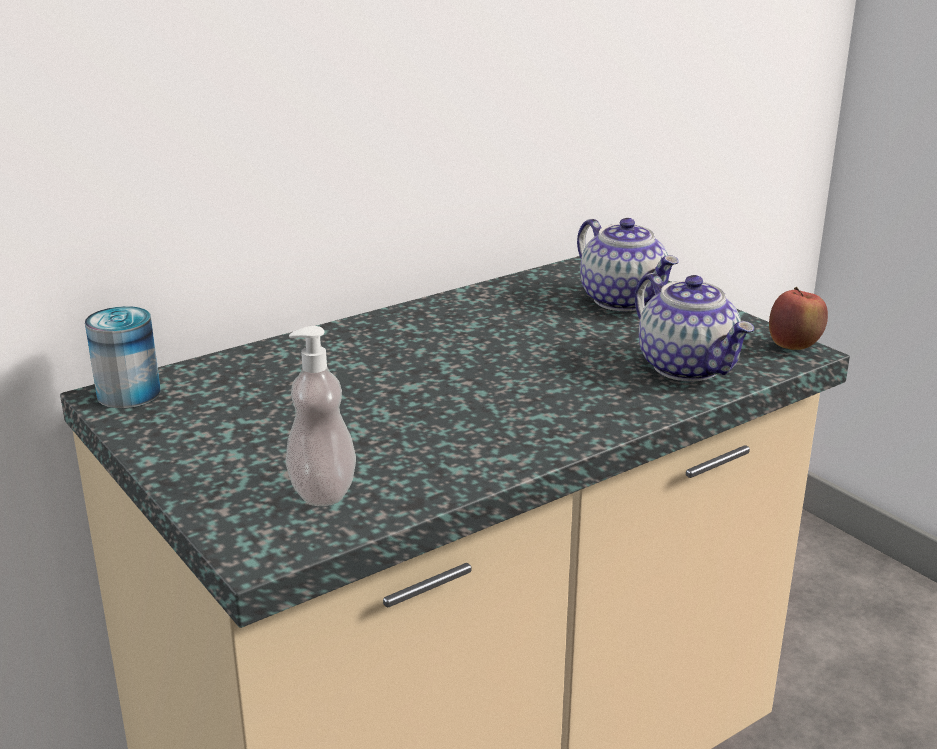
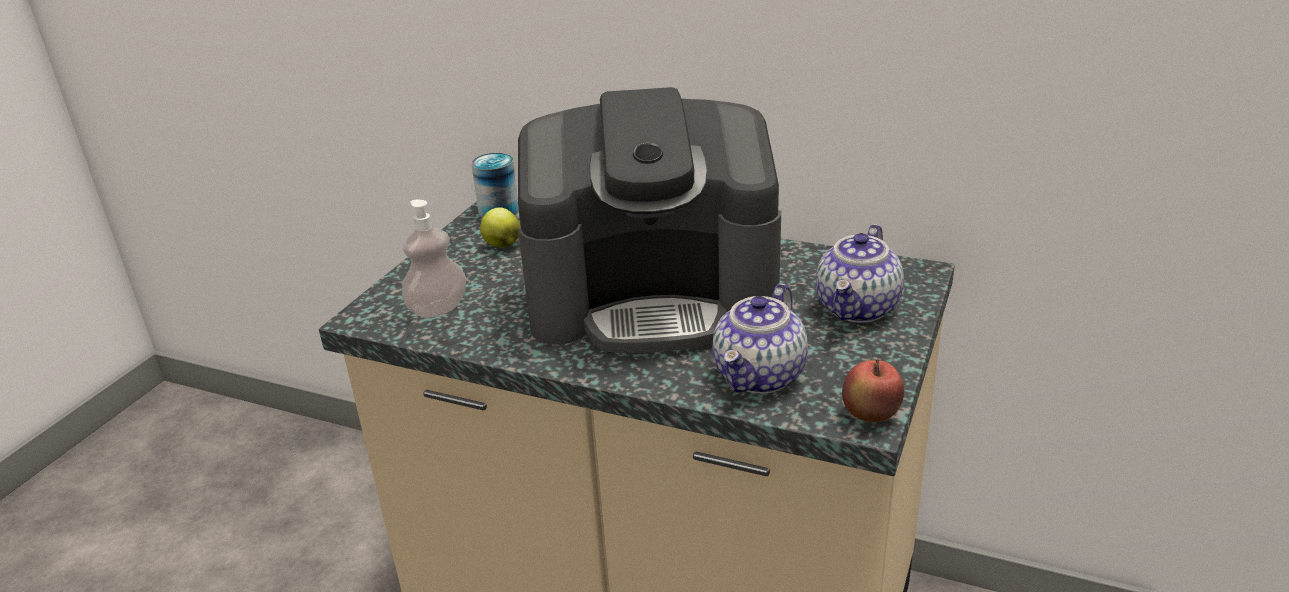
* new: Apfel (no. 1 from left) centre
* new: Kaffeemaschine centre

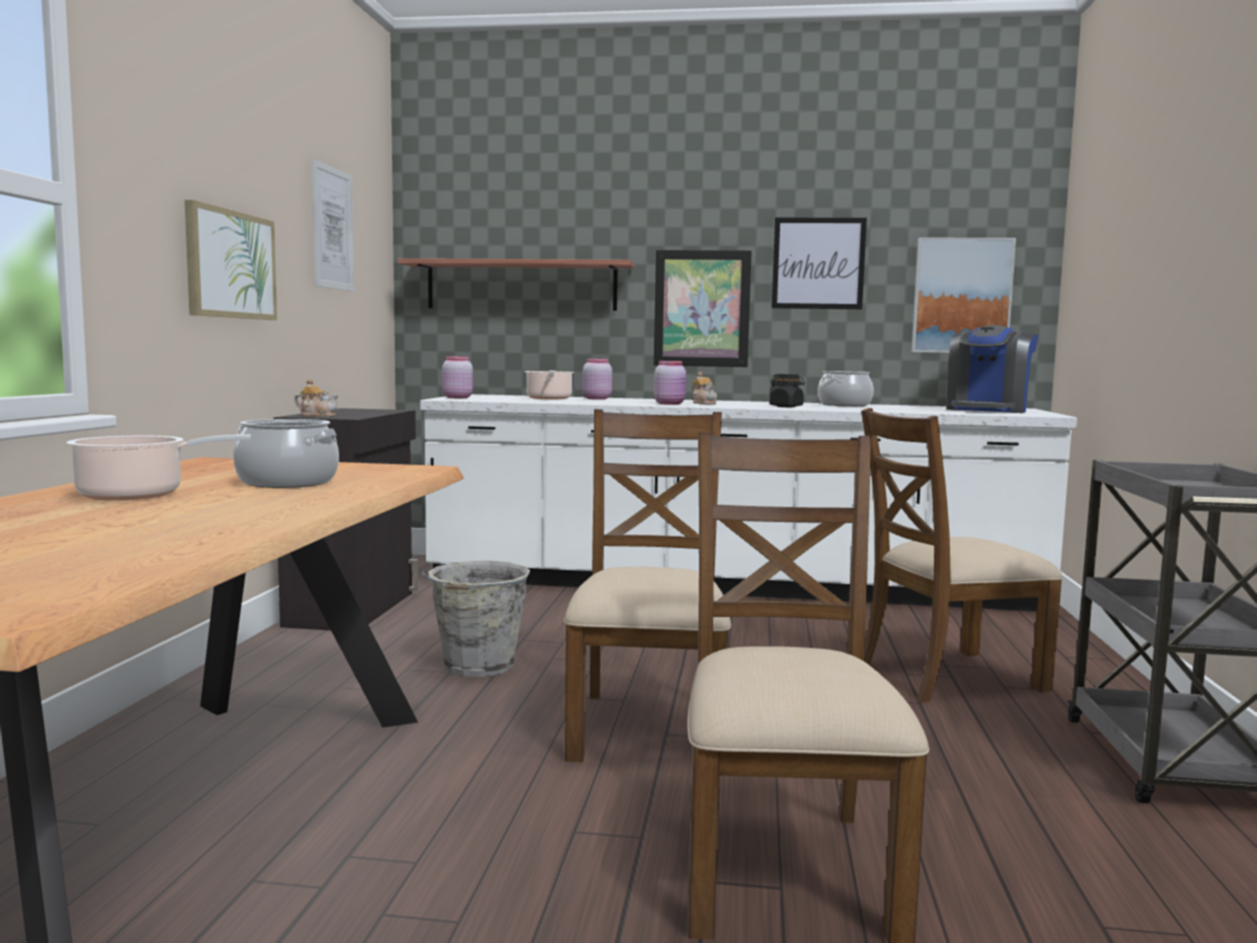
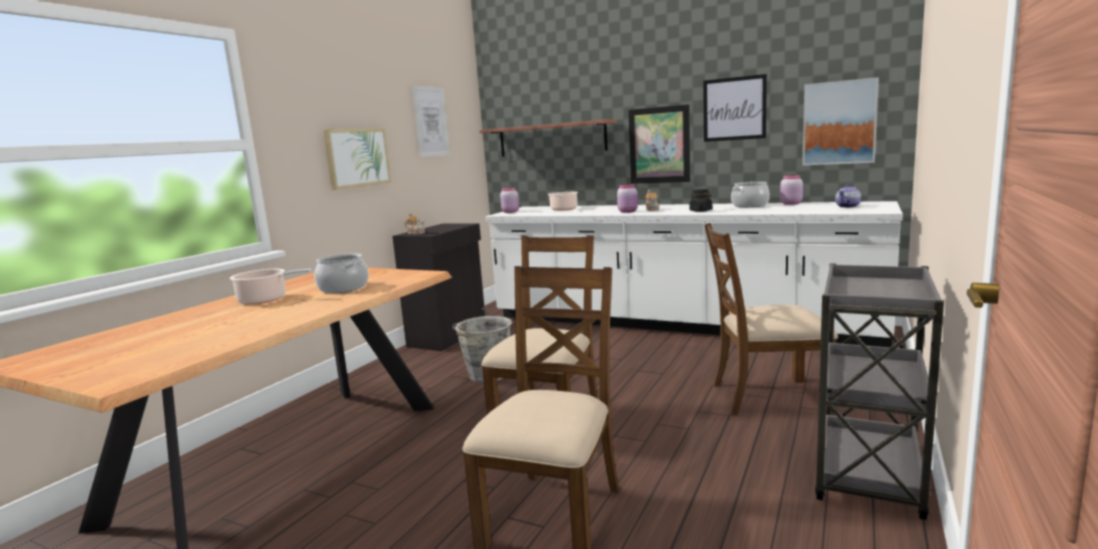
* shifted: Vorratsglas [rosa] (no. 2 from left in the first image) centre to Vorratsglas [rosa] (no. 3 from left) middle right
* swapped: Kaffeemaschine middle right to Teekanne (no. 3 from left) middle right

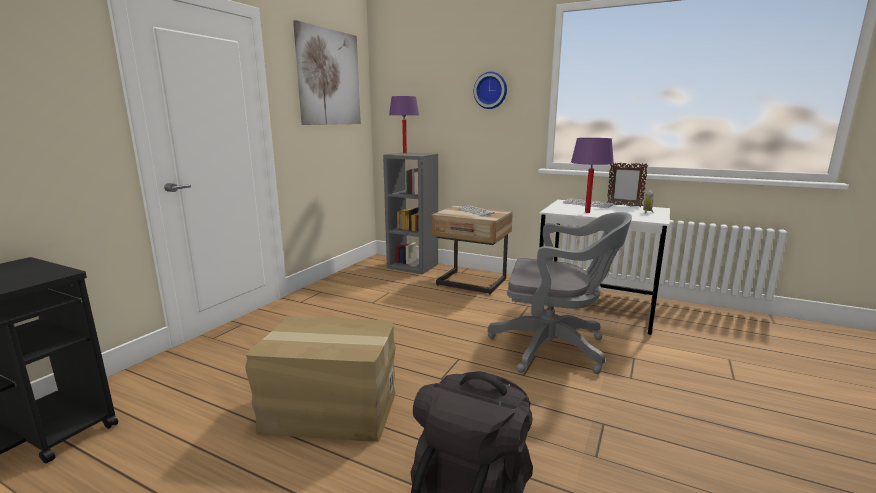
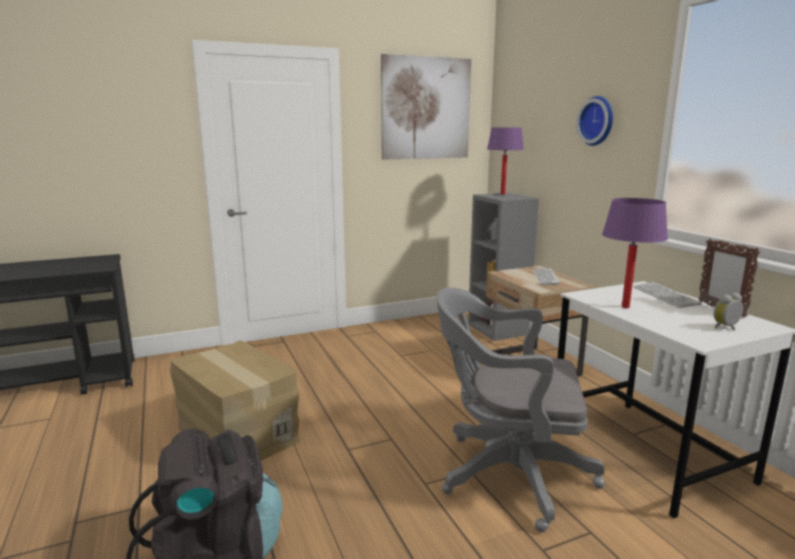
* rotated: Bürostuhl [grau] centre = bottom centre 135 degrees clockwise

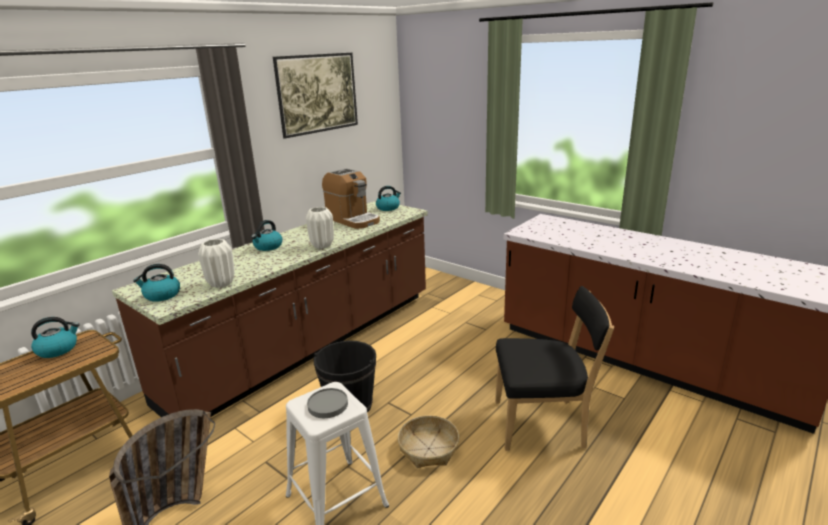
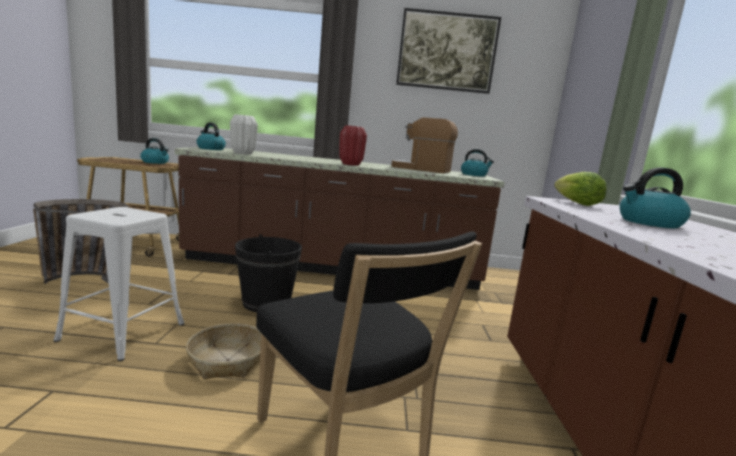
* shifted: Wasserkessel (no. 3 from left in the first image) middle left to Wasserkessel (no. 4 from left) middle right
* repainted: Vase [weiß] (no. 2 from left) centre to Vase [rot] top centre
* gone: Teller [grau] bottom centre
* rotated: Kaffeemaschine centre = top centre 105 degrees clockwise
* new: Salatkopf middle right

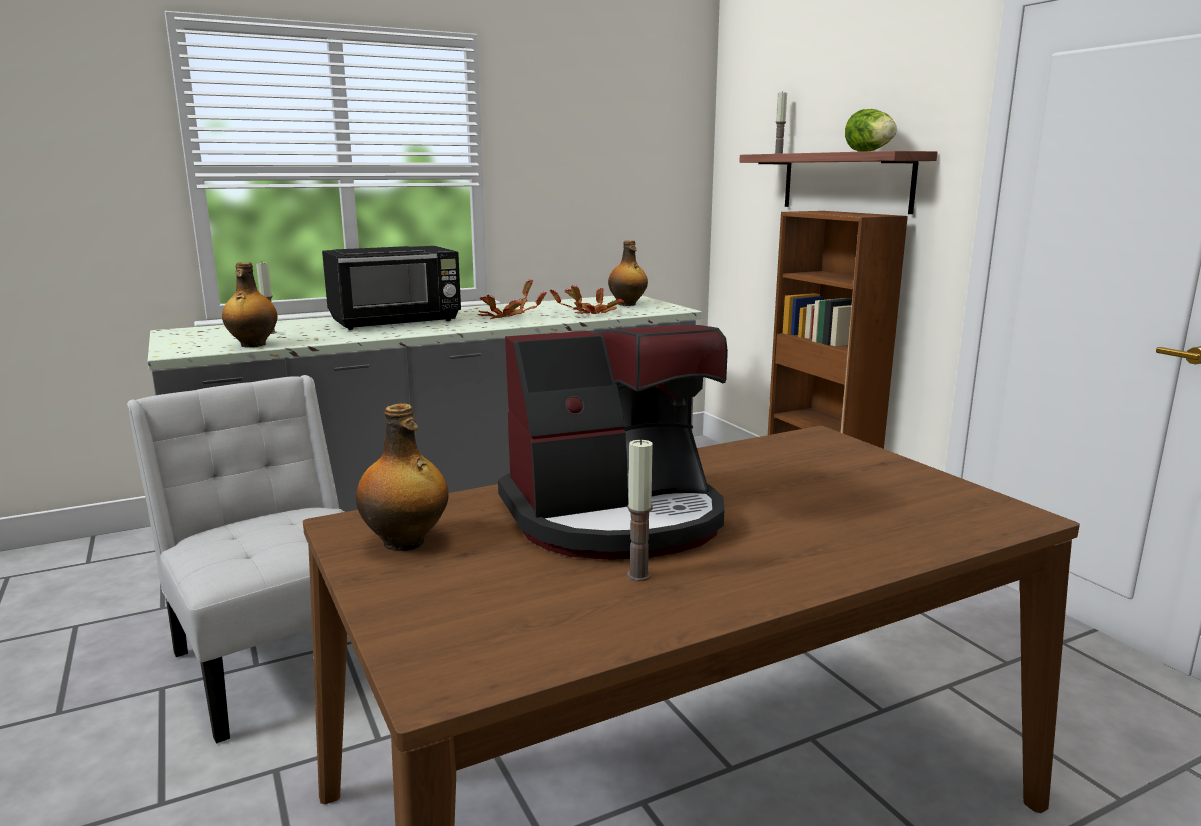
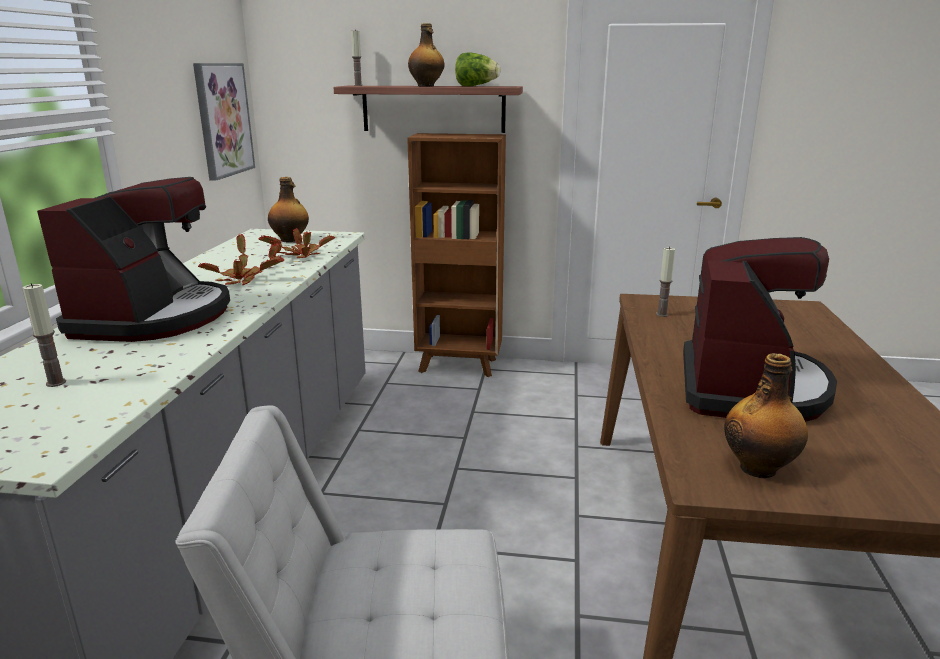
* shifted: Flasche (no. 1 from left in the first image) middle left to Flasche (no. 2 from left) top centre
* swapped: Mikrowelle [schwarz] middle left to Kaffeemaschine (no. 1 from left) middle left
* shifted: Kerze (no. 2 from left in the first image) centre to Kerze (no. 3 from left) middle right
* new: Bild top left

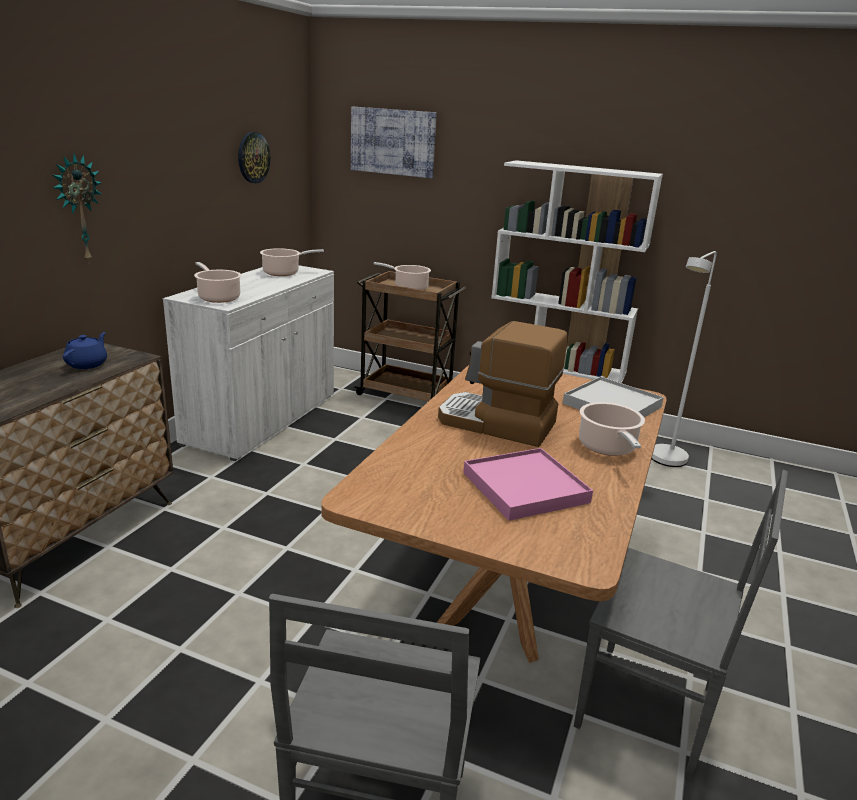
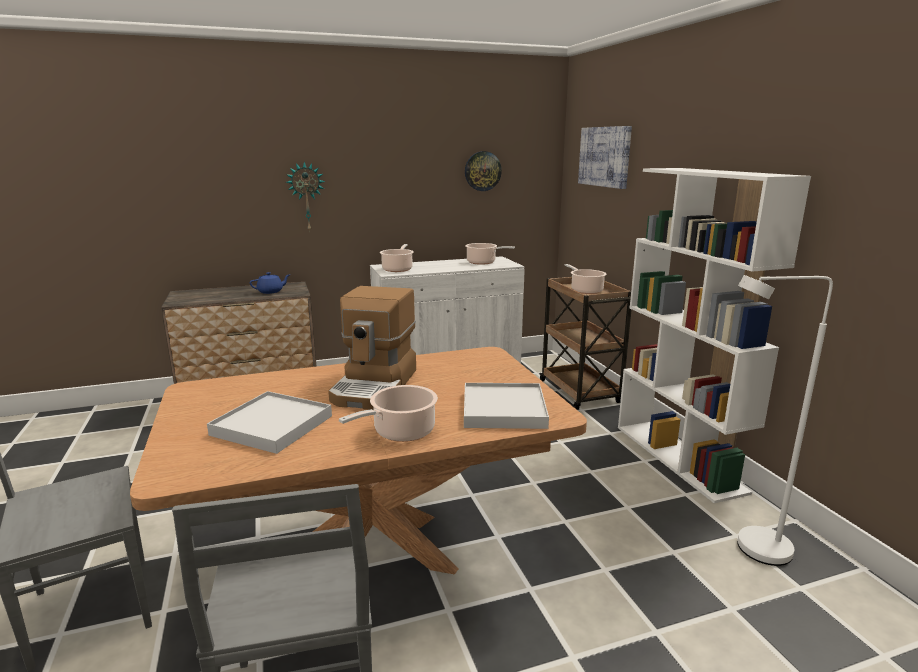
* rotated: Kaffeemaschine centre = centre 150 degrees counterclockwise
* repainted: Tablett [rosa] centre to Tablett [weiß] (no. 1 from left) middle left

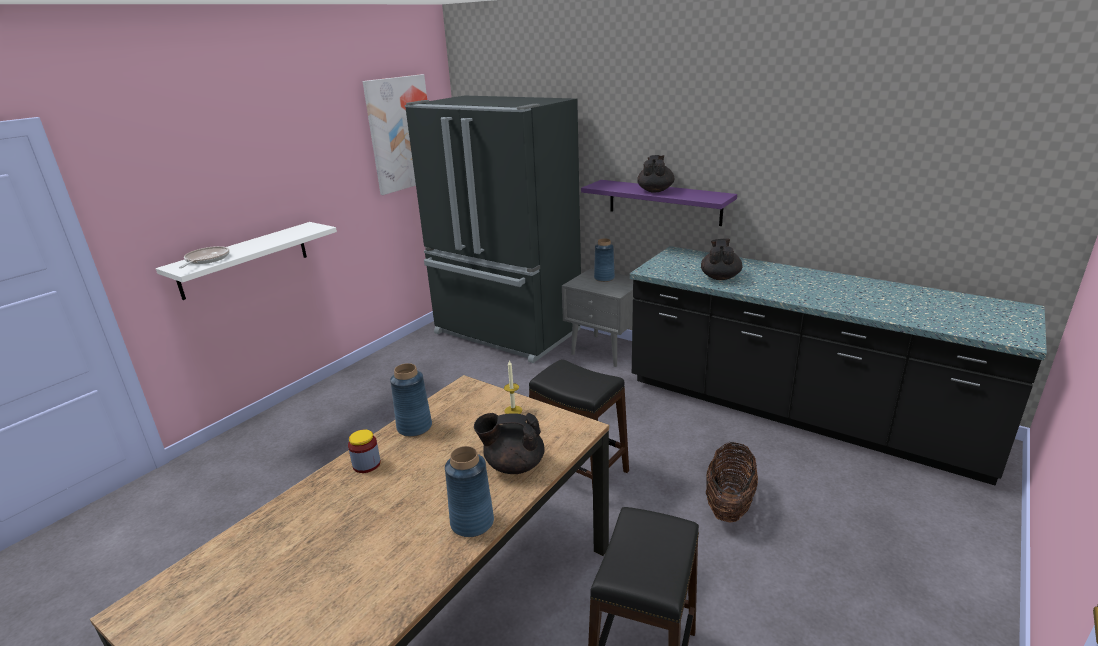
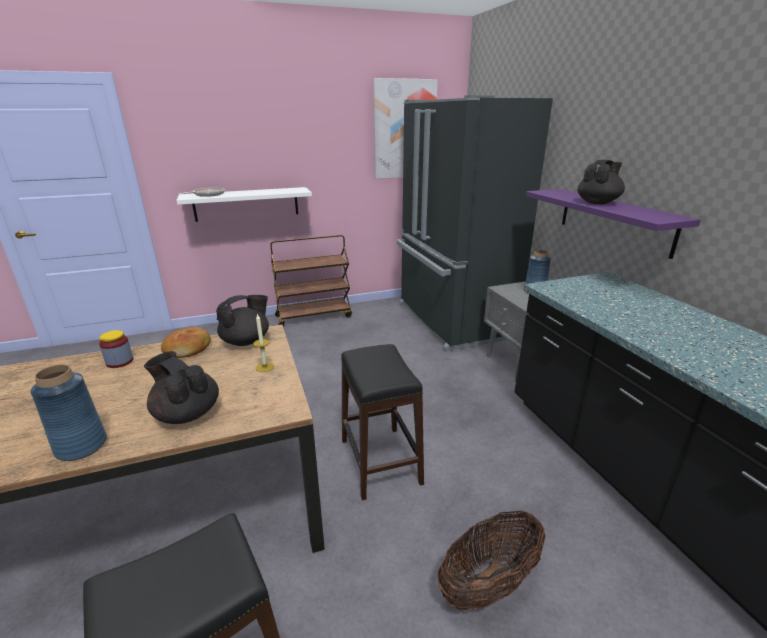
* swapped: Vase [blau] (no. 1 from left) centre to Brot middle left
* shifted: Teekanne [schwarz] (no. 3 from left in the first image) centre to Teekanne [schwarz] (no. 2 from left) middle left
* new: Rollwagen [braun] centre

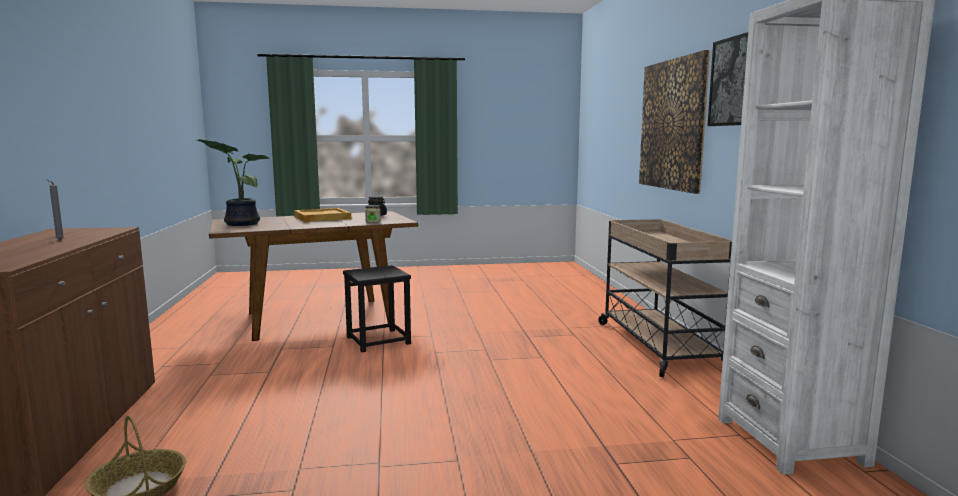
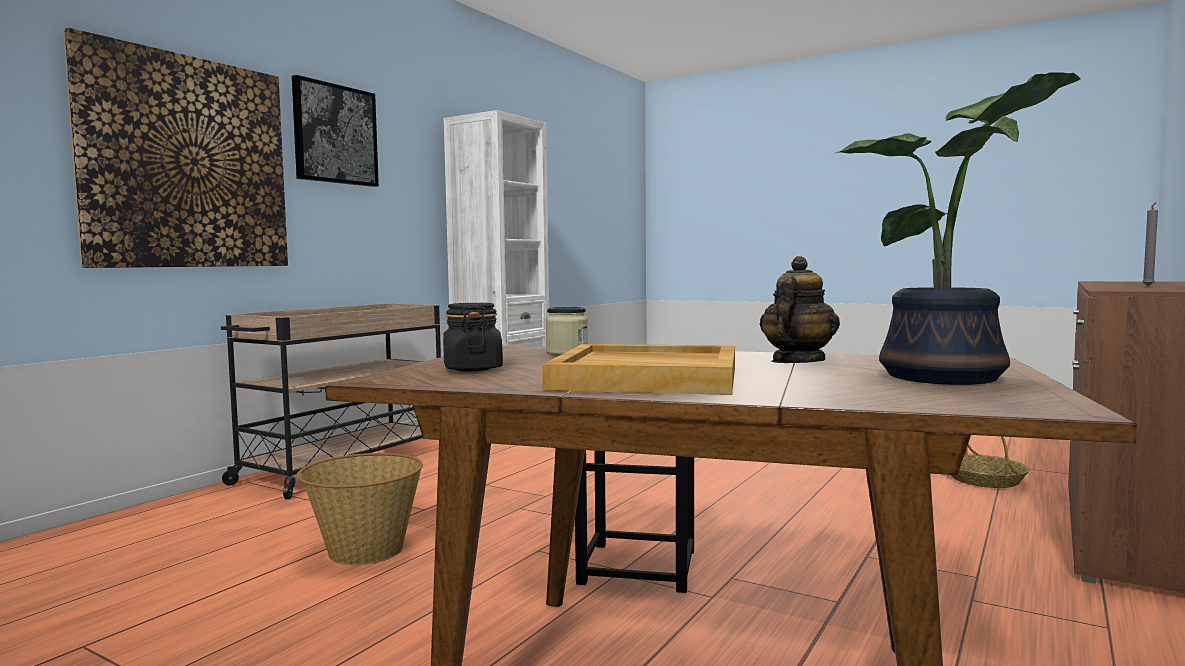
* new: Korb (no. 1 from left) bottom left
* new: Teekanne middle right

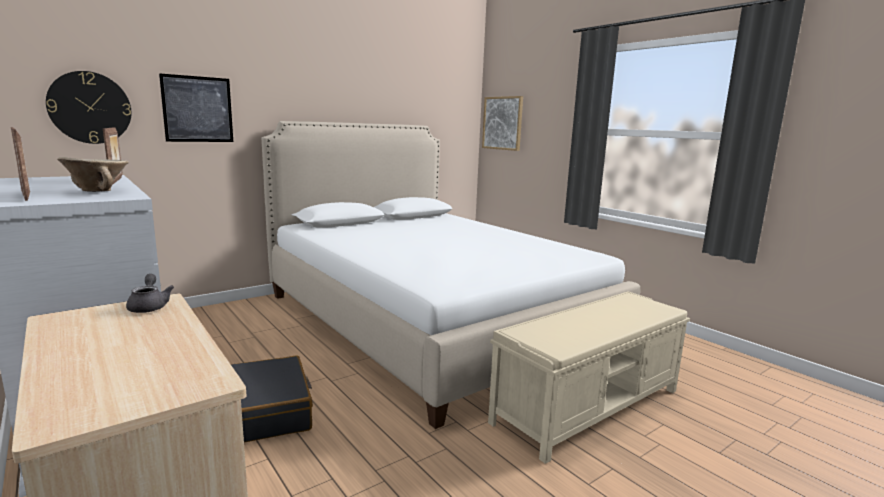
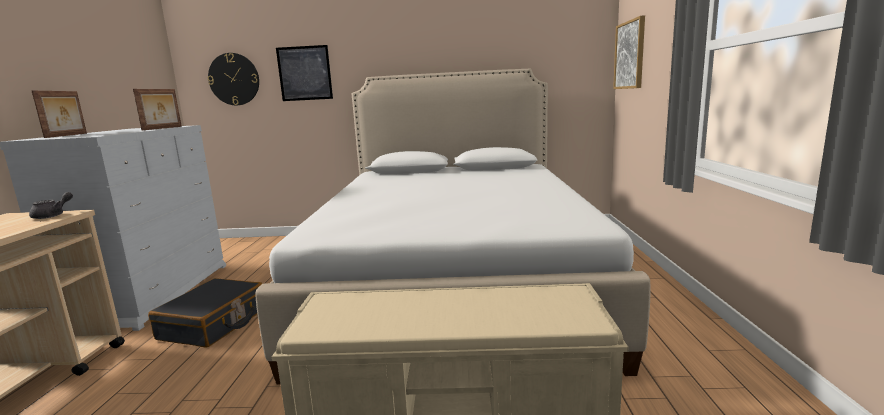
* gone: Schüssel [beige] middle left

